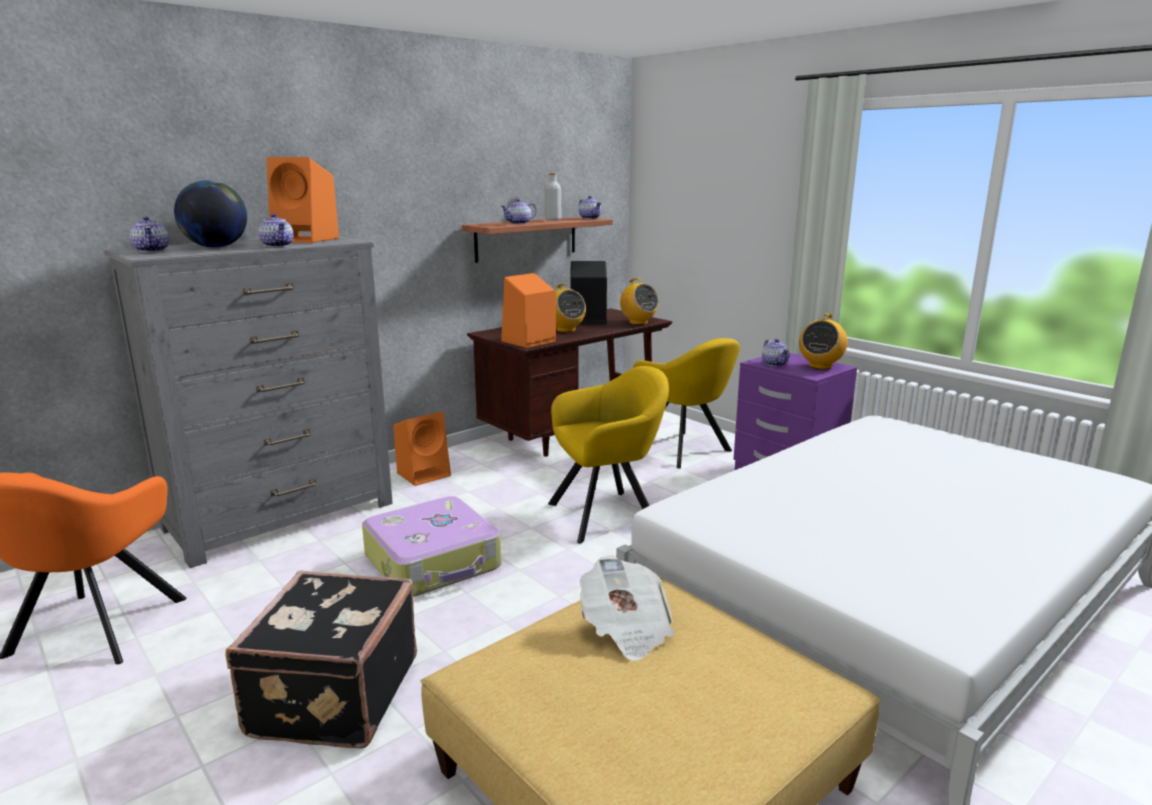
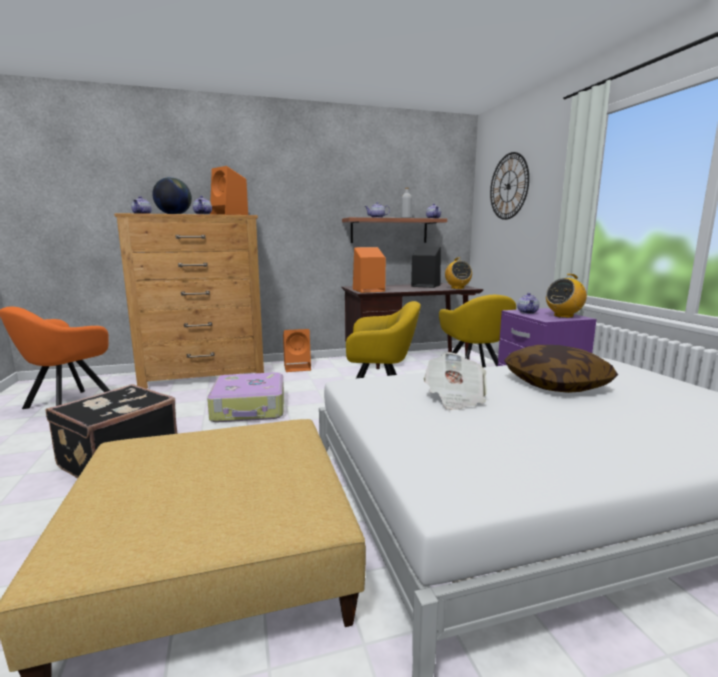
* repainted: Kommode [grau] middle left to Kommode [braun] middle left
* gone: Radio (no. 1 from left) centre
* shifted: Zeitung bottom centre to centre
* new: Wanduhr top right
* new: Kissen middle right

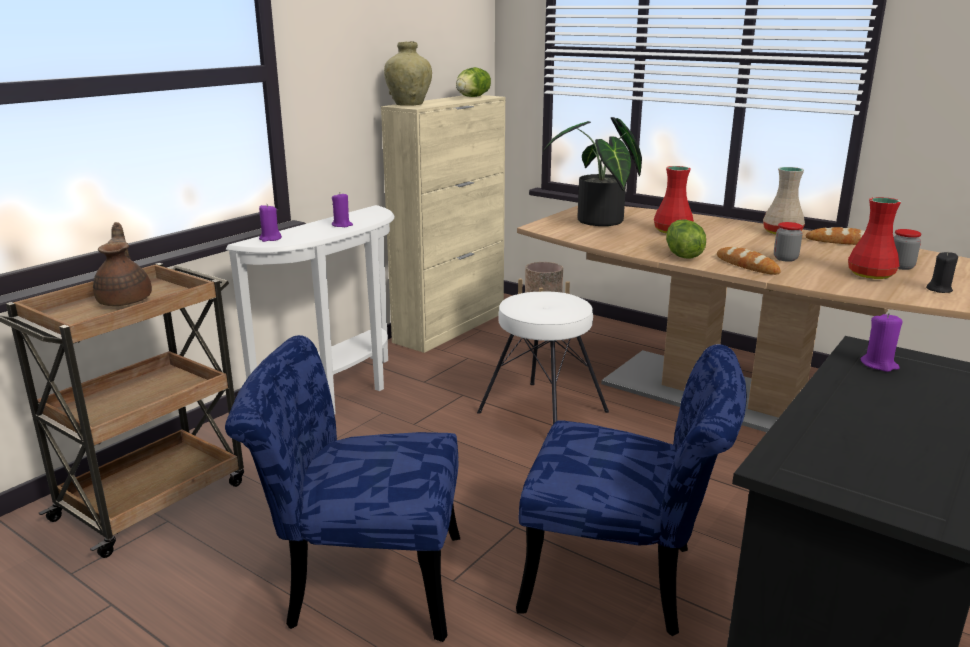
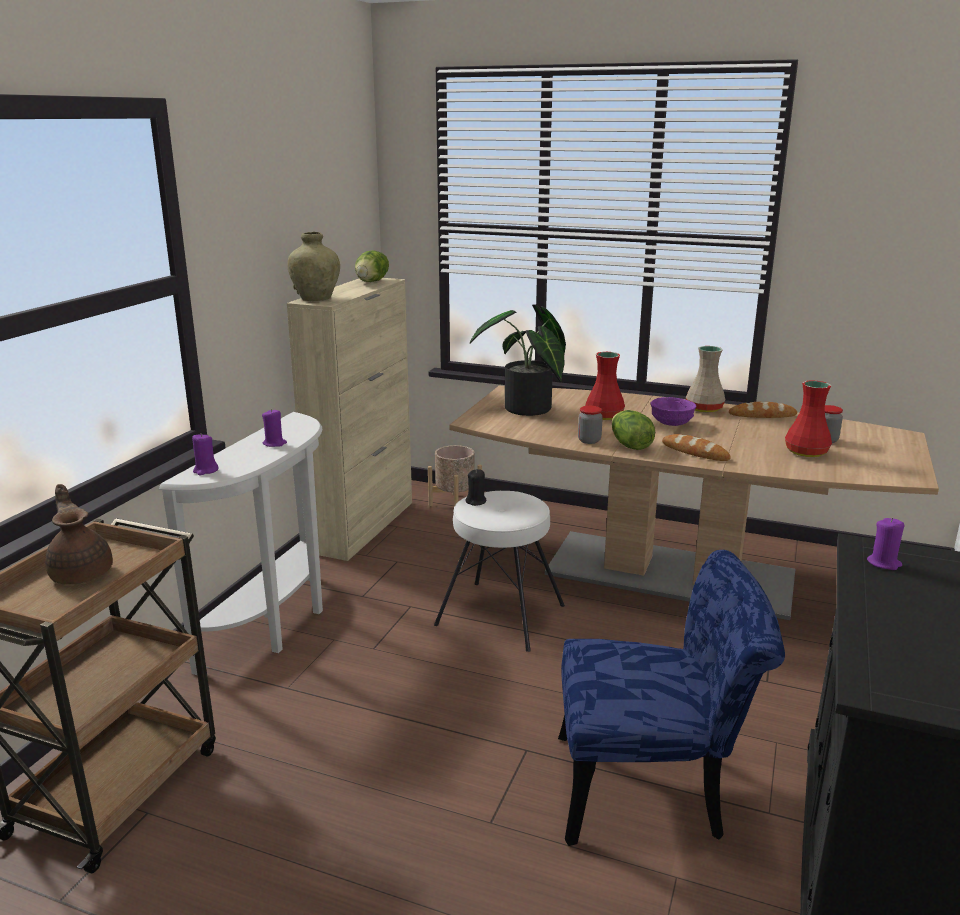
* gone: Stuhl [blau] (no. 1 from left) bottom centre
* shifted: Vorratsglas (no. 1 from left) middle right to centre
* shifted: Kerze [schwarz] middle right to centre
* new: Schüssel [lila] middle right

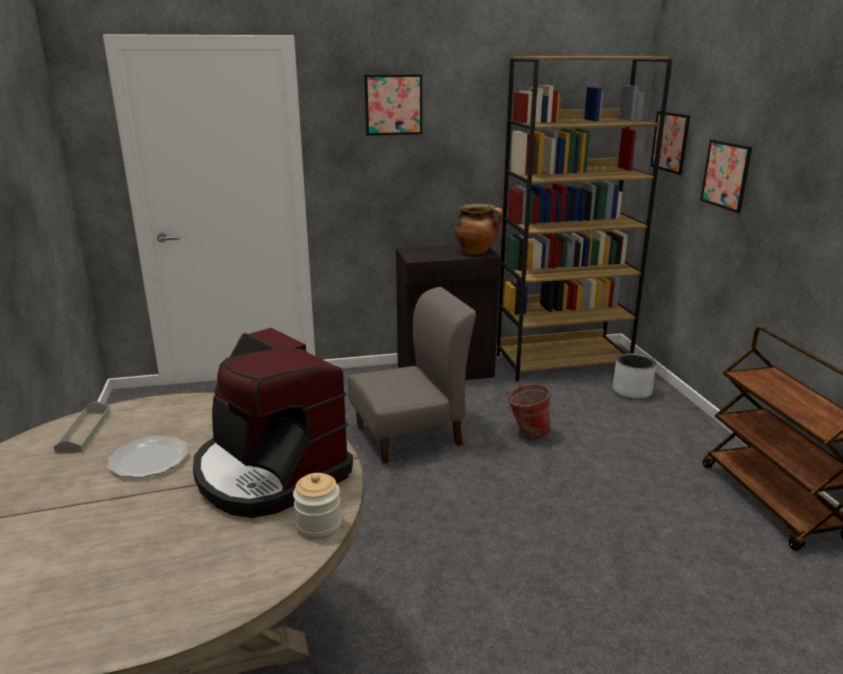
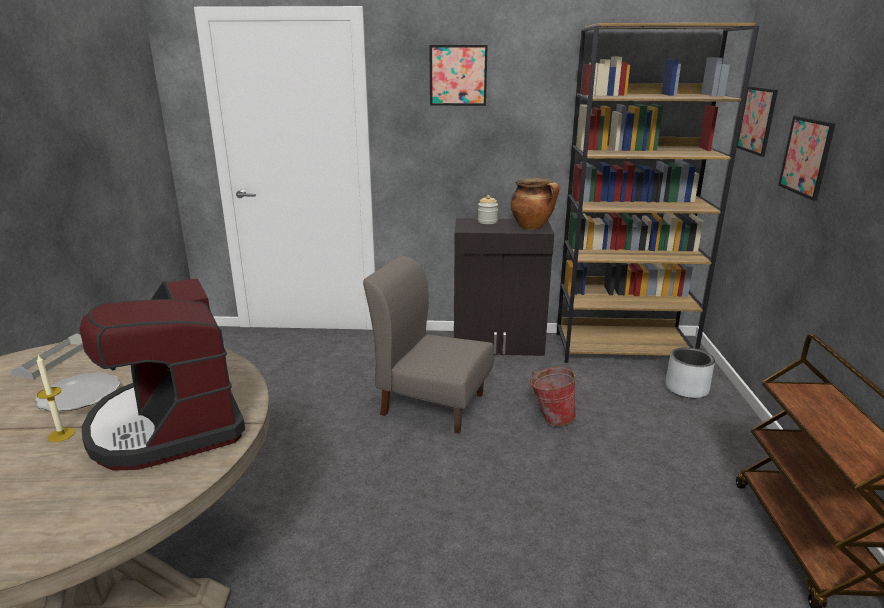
* shifted: Vorratsglas bottom centre to centre
* rotated: Stuhl [grau] centre = centre 150 degrees counterclockwise
* new: Kerze middle left

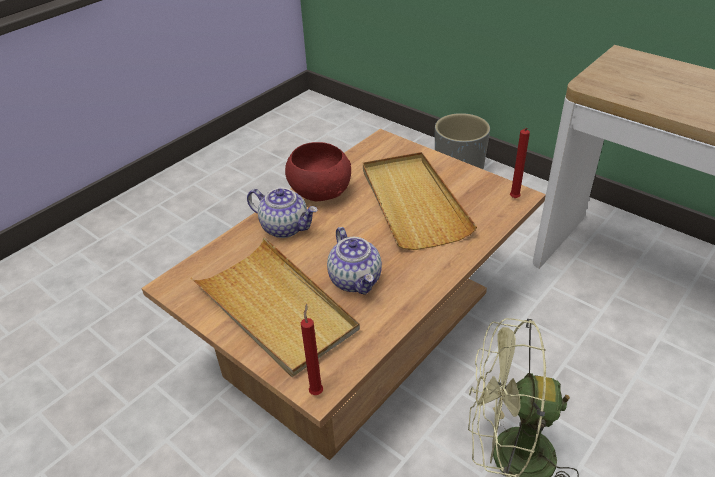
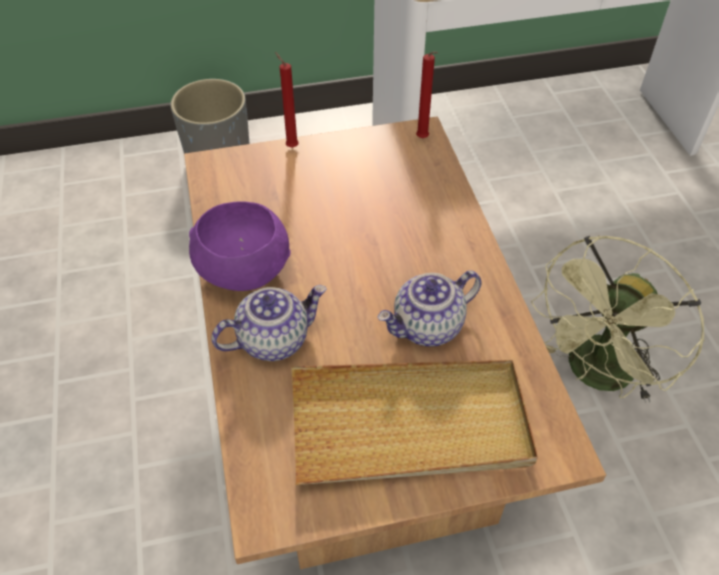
* repainted: Schüssel [rot] centre to Schüssel [lila] centre
* shifted: Kerze [rot] (no. 1 from left) bottom centre to top centre
* rotated: Teekanne (no. 2 from left) centre = centre 135 degrees clockwise
* gone: Tablett [beige] (no. 2 from left) centre

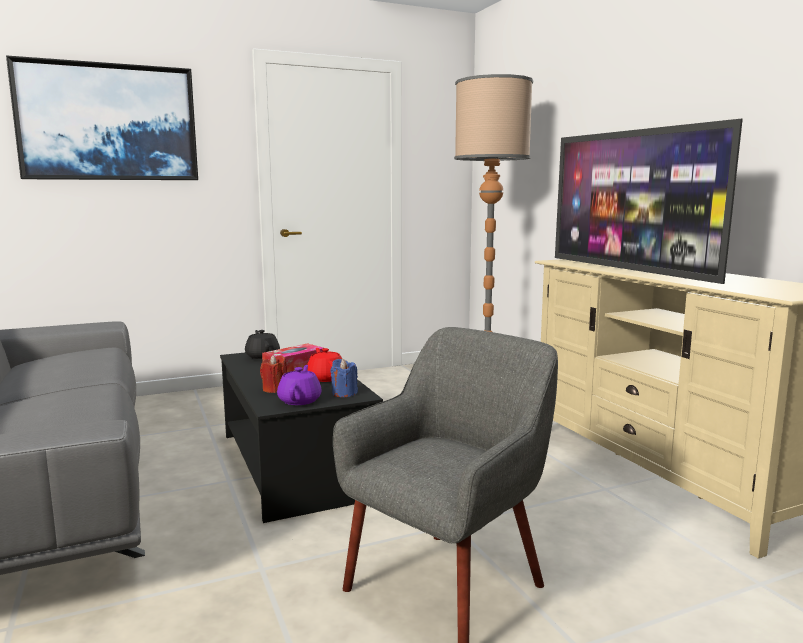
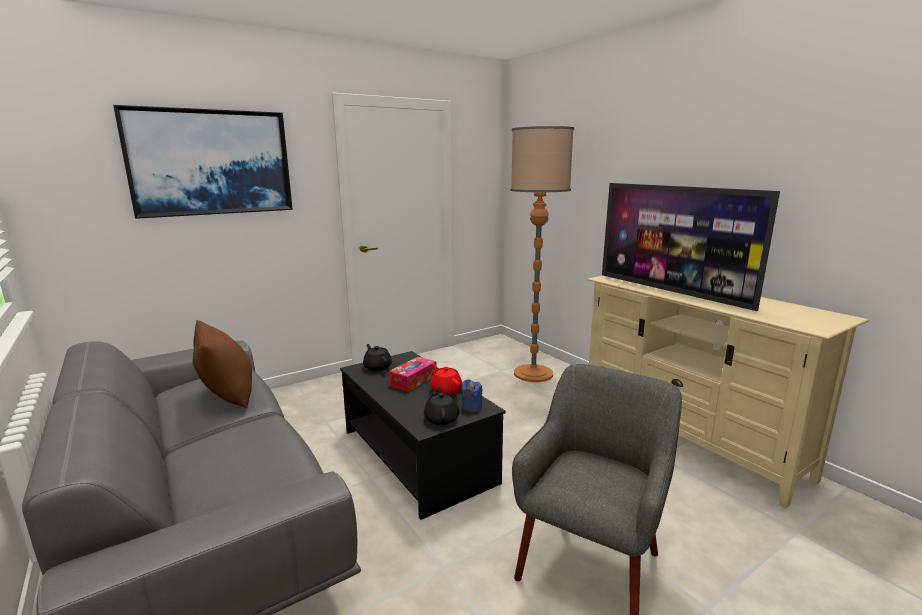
* gone: Kerze [rot] centre
* repainted: Teekanne [lila] centre to Teekanne [schwarz] (no. 2 from left) centre
* new: Kissen [braun] middle left

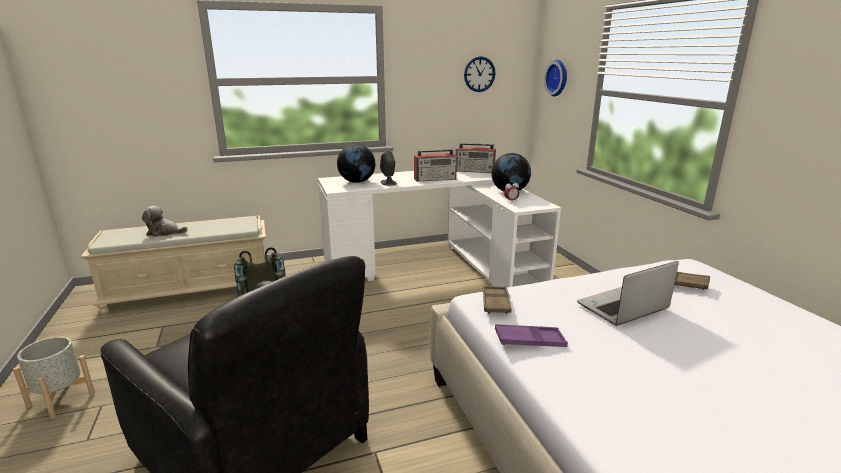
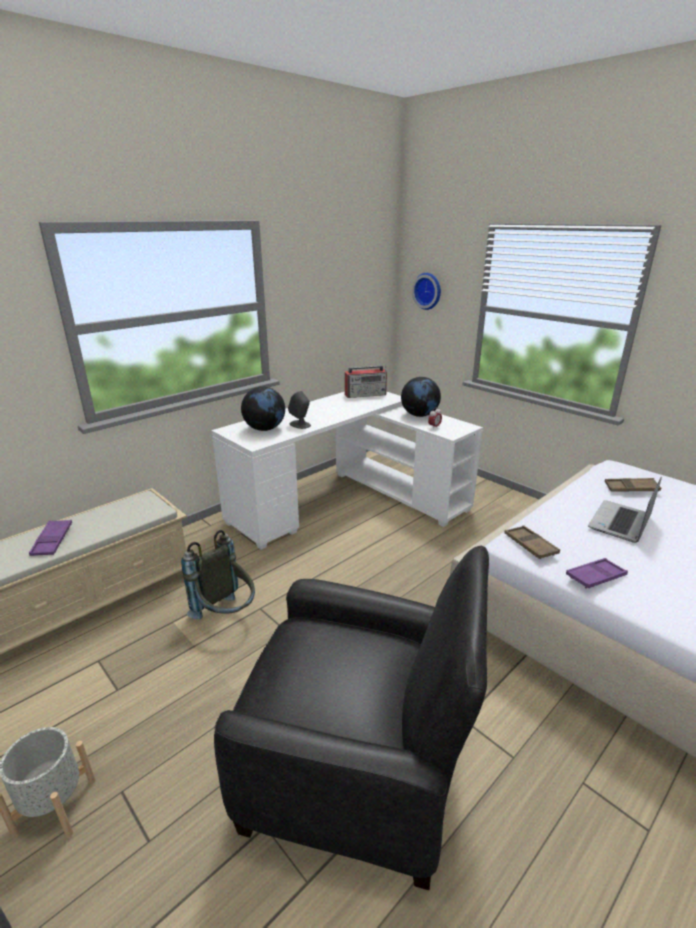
* swapped: Plüschtier middle left to Tablett [lila] (no. 1 from left) middle left
* gone: Radio (no. 1 from left) centre
* gone: Wanduhr (no. 1 from left) top centre

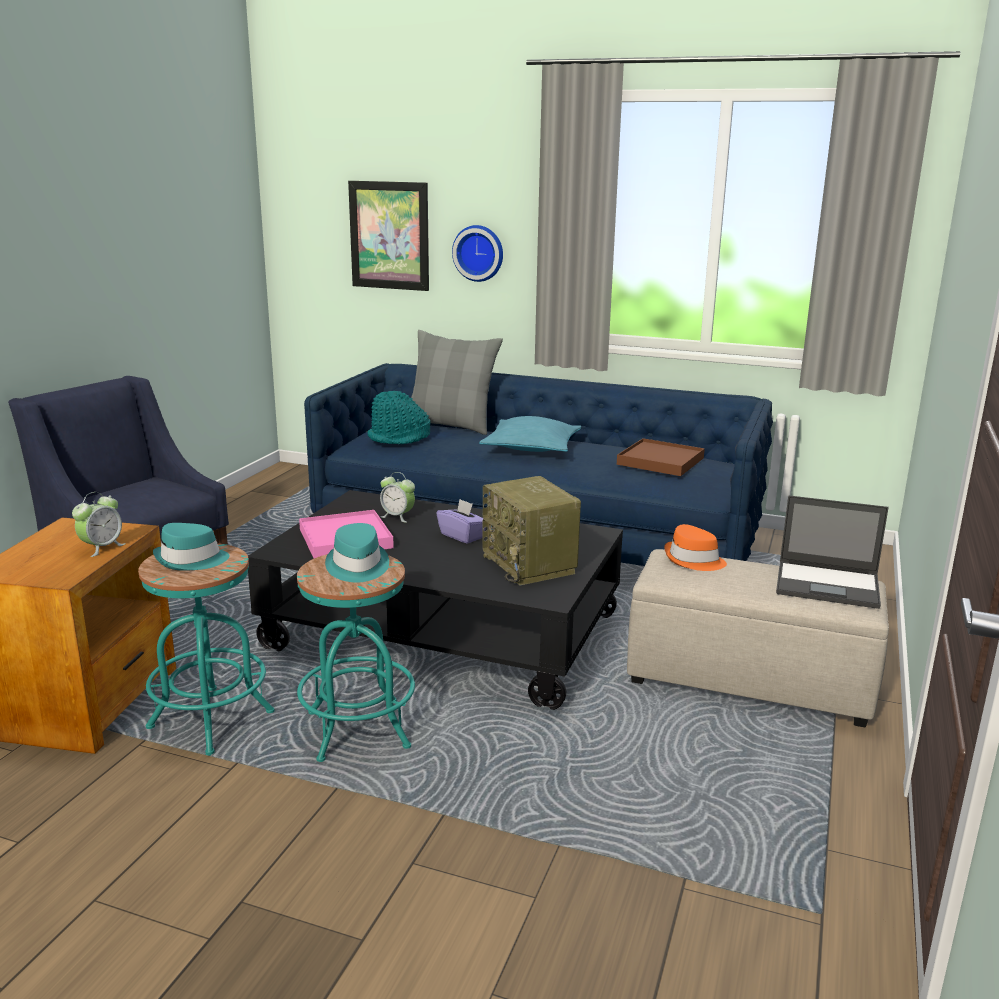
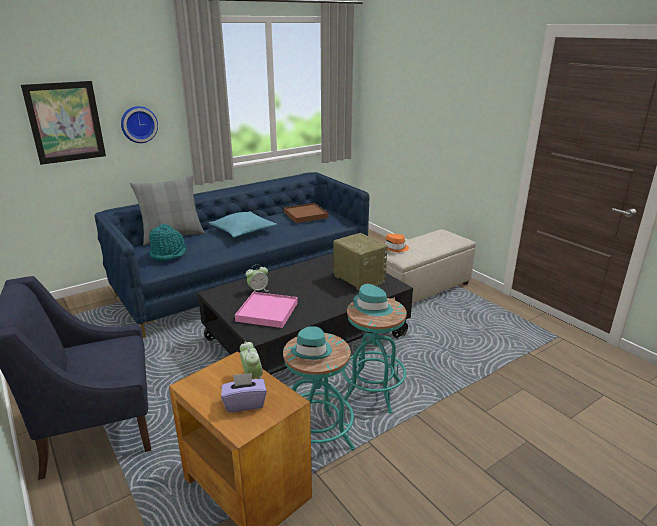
* shifted: Taschentuchbox [lila] centre to bottom centre
* rotated: Radio centre = centre 135 degrees counterclockwise
* gone: Laptop middle right

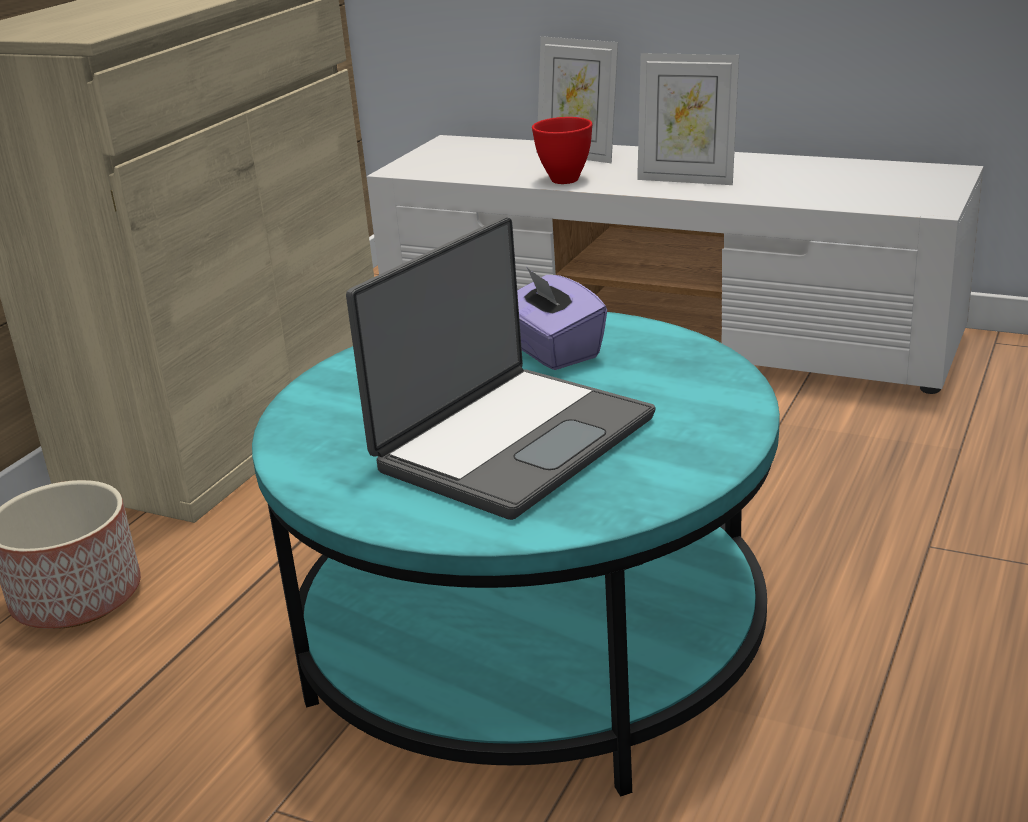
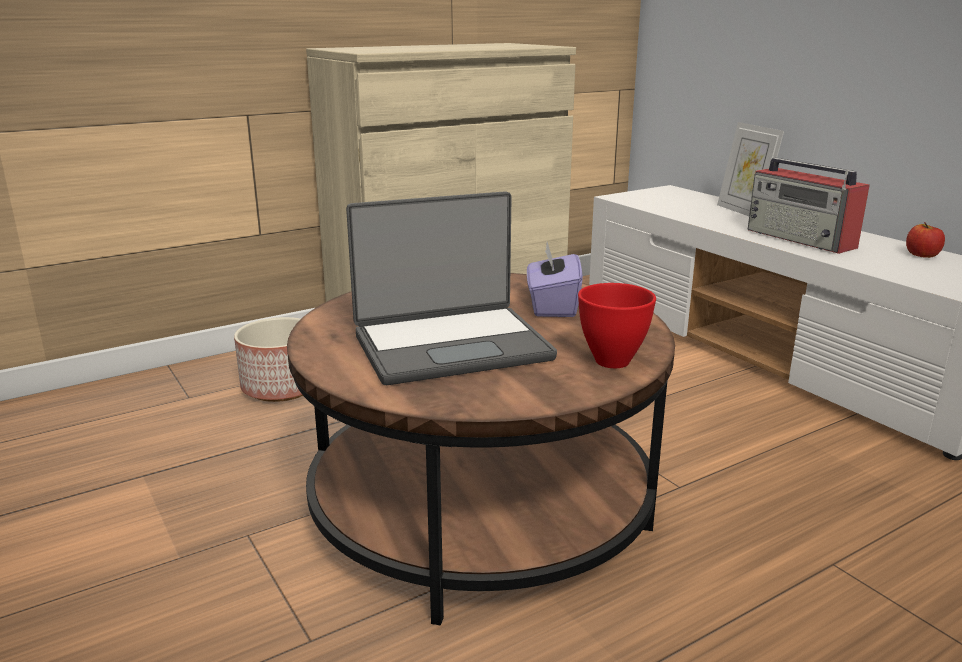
* repainted: Couchtisch [türkis] bottom centre to Couchtisch [braun] bottom centre
* shifted: Schüssel [rot] top centre to centre
* swapped: Bilderrahmen (no. 2 from left) top right to Radio top right
* new: Apfel middle right

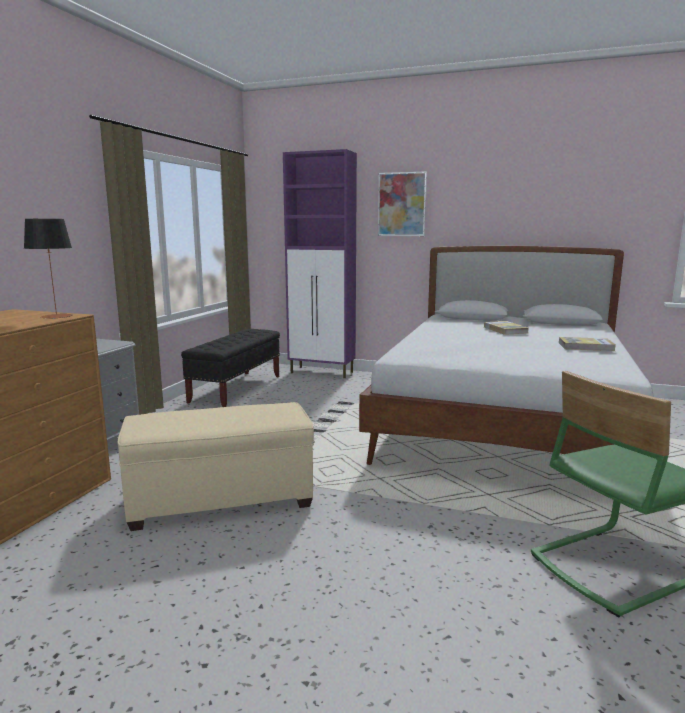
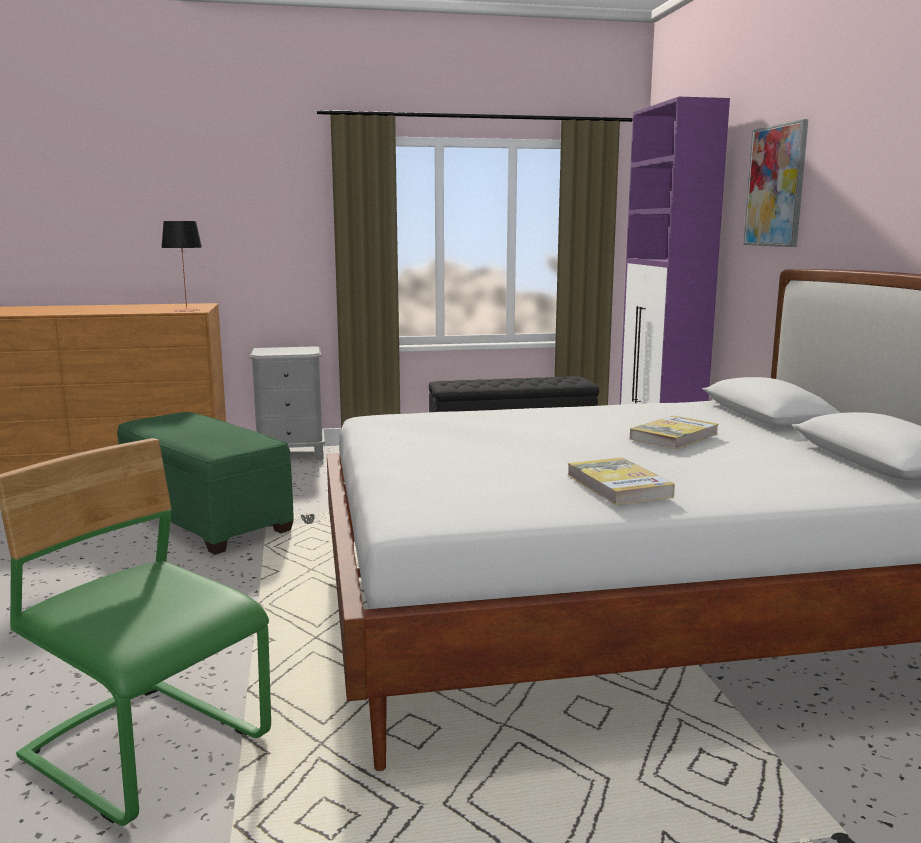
* repainted: Polsterhocker [beige] middle left to Polsterhocker [grün] middle left

